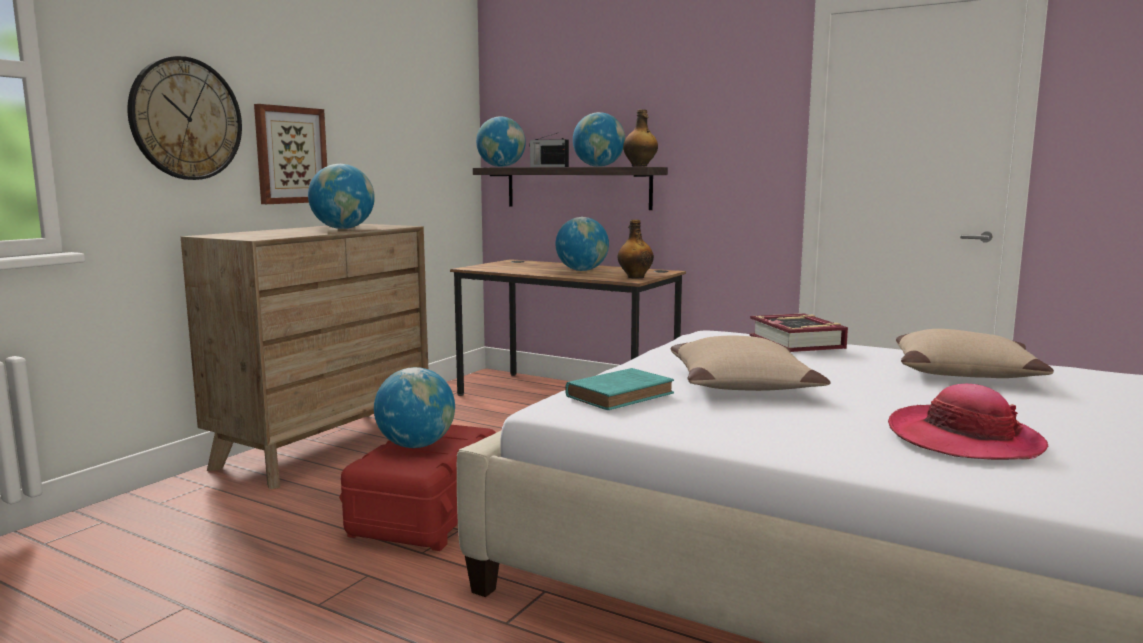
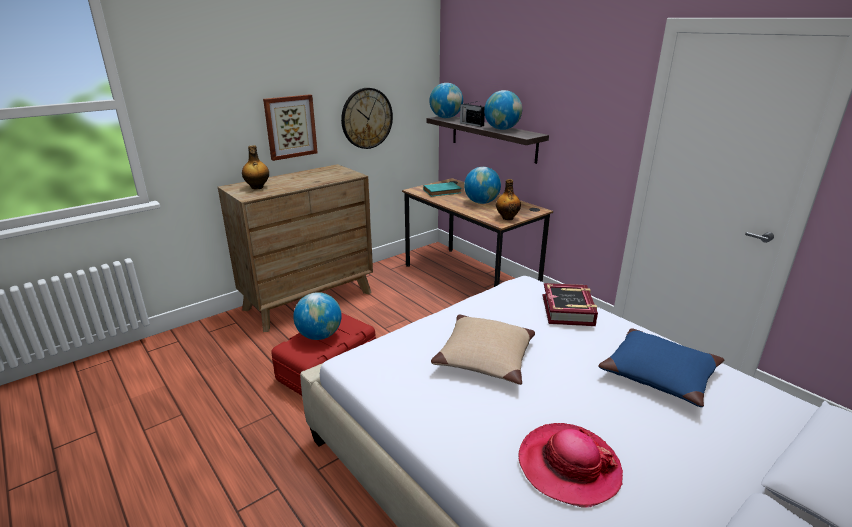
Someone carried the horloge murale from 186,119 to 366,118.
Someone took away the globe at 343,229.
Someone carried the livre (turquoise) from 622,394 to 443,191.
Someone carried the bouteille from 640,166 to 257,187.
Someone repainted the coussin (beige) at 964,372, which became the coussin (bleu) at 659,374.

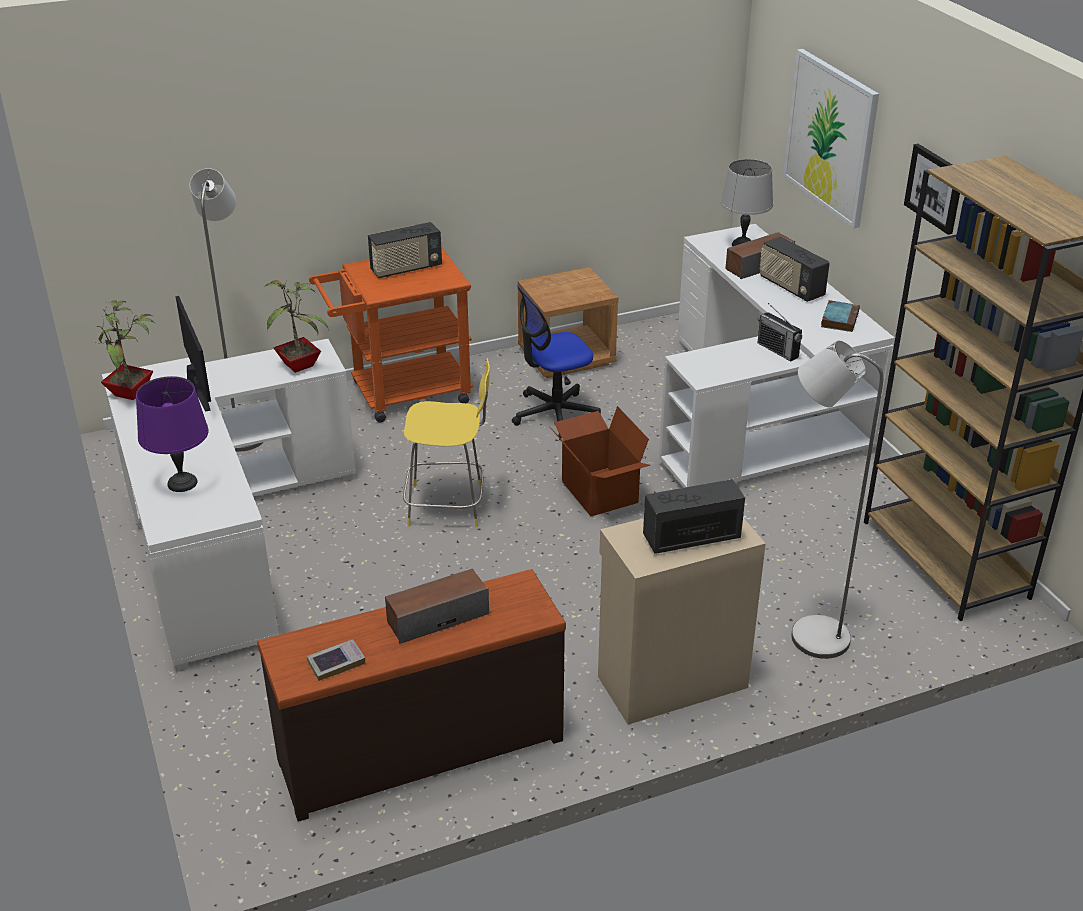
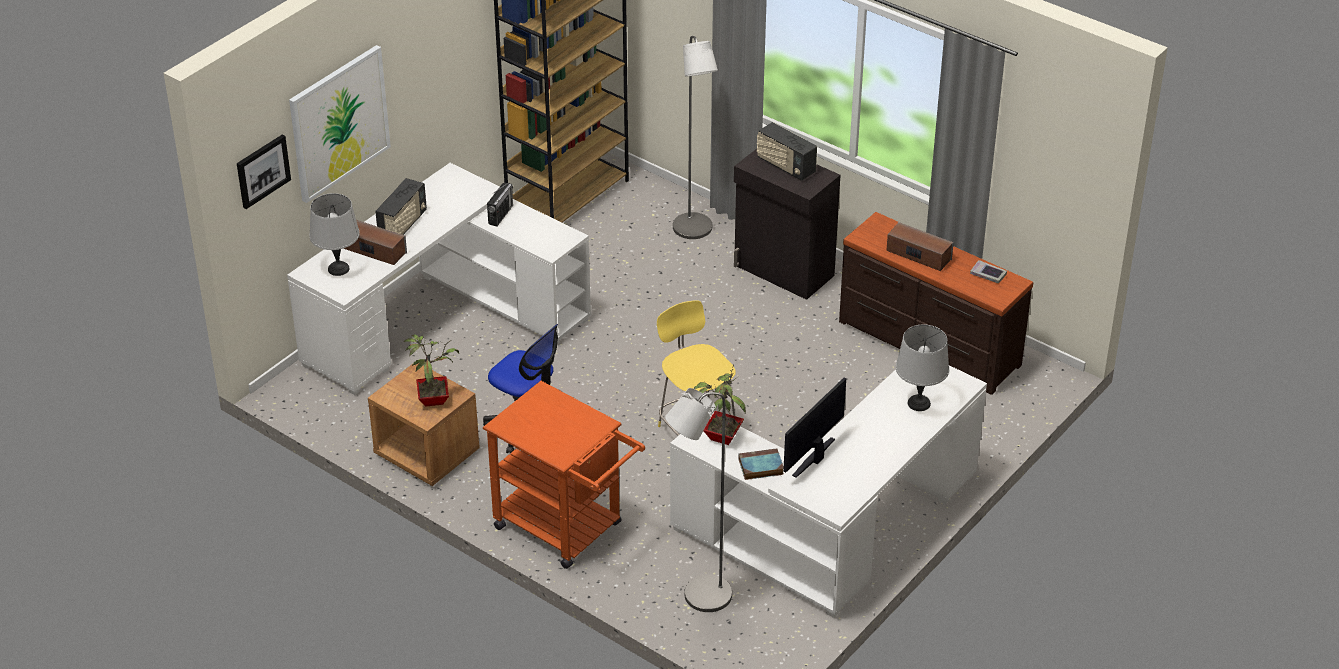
Someone carried the plante en pot from 132,393 to 433,398.
Someone repainted the lampe de table (violet) at 181,483, which became the lampe de table (gris) at 919,403.
Someone took away the radio at 406,269.
Someone took away the carton at 598,492.
Someone repainted the meuble de rangement (beige) at 670,680, which became the meuble de rangement (noir) at 783,271.
Someone carried the livre from 839,319 to 760,467.
Someone carried the tableau from 935,188 to 262,170.

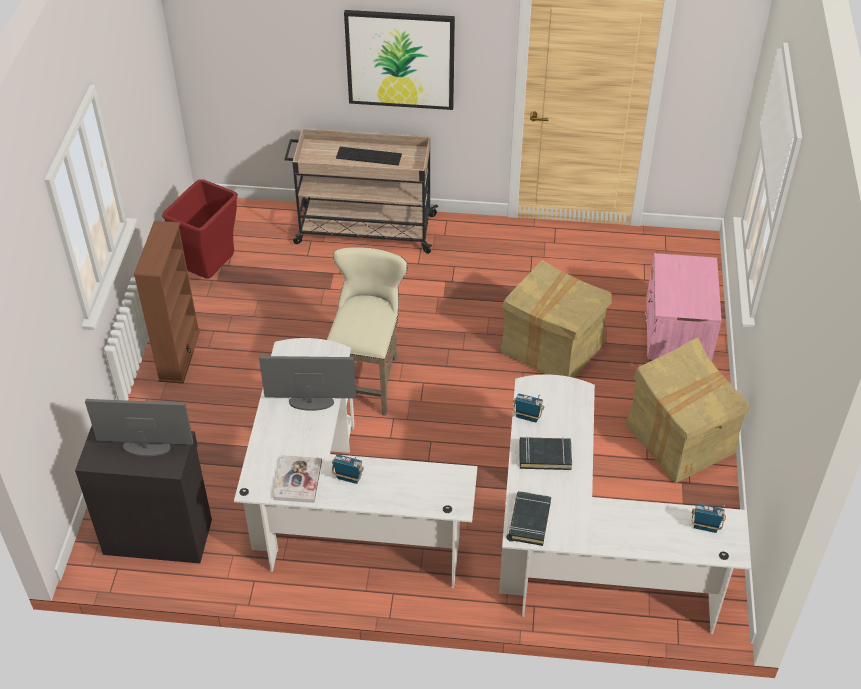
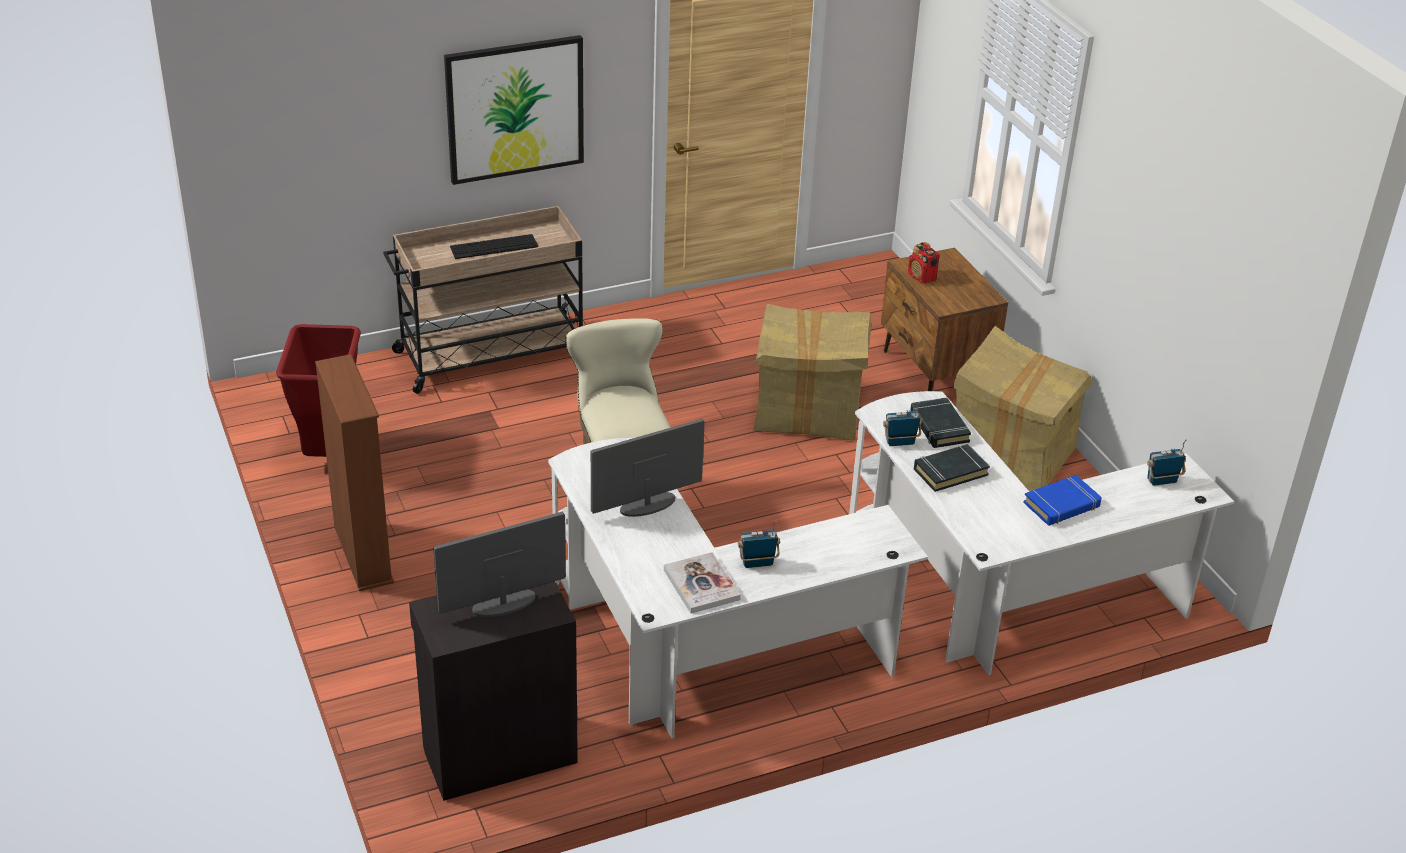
Someone carried the livre (noir) from 529,521 to 938,427.
Someone repainted the table de chevet (rose) at 673,347, which became the table de chevet (marron) at 934,371.
Someone put down the radio at 922,277.
Someone put down the livre (bleu) at 1062,505.

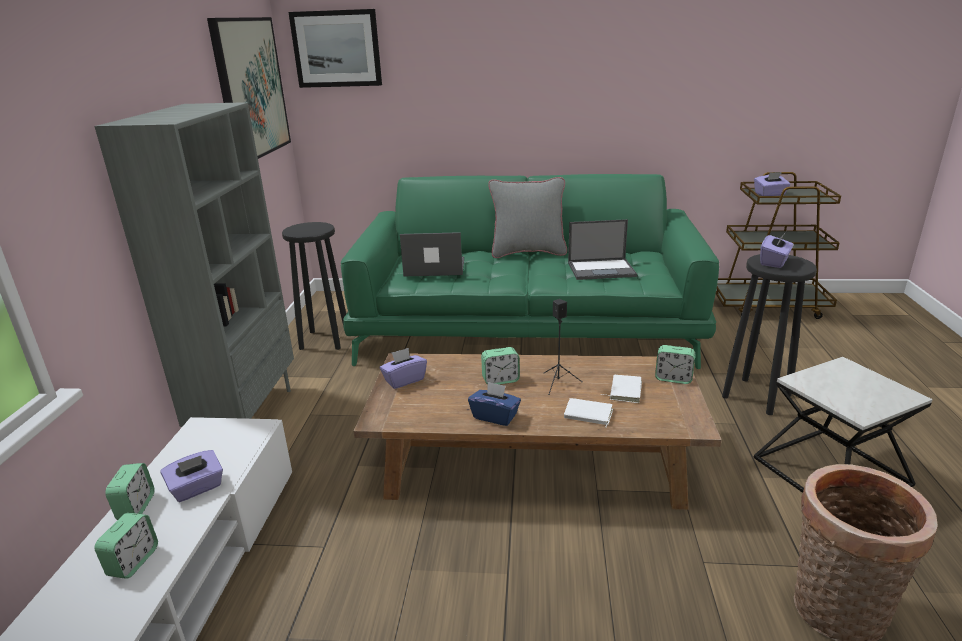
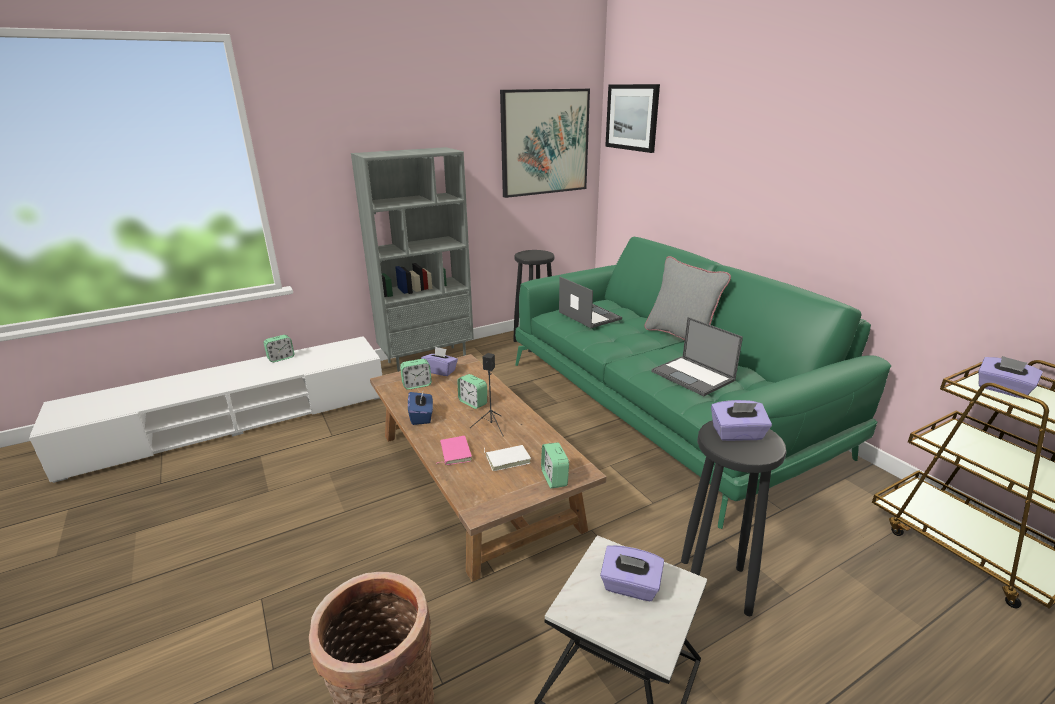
Someone carried the réveil from 133,562 to 417,385.
Someone carried the boîte à mouchoirs (violet) from 197,488 to 630,586.
Someone repainted the livre (blanc) at 588,415, which became the livre (rose) at 454,452.

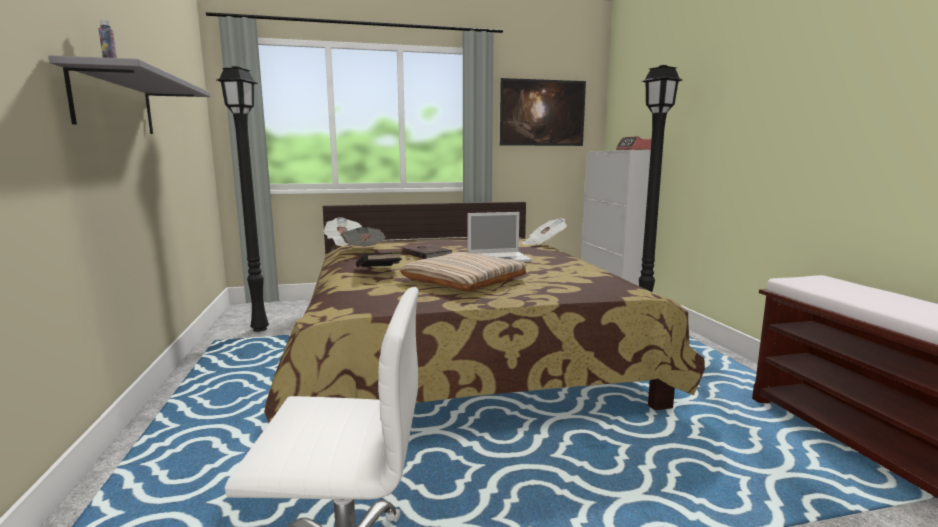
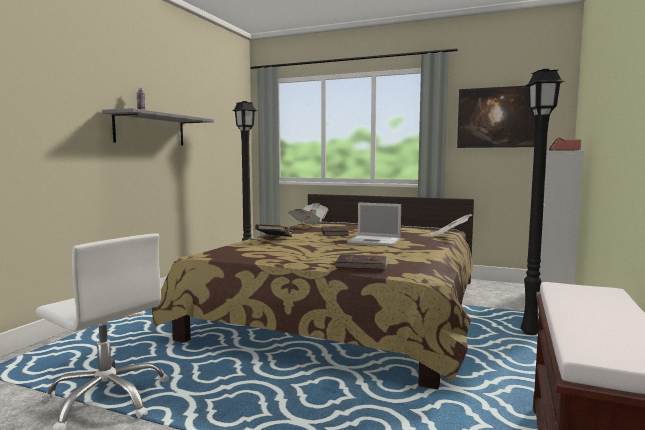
Someone took away the coussin (beige) at 464,280.
Someone put down the livre (marron) at 362,265.

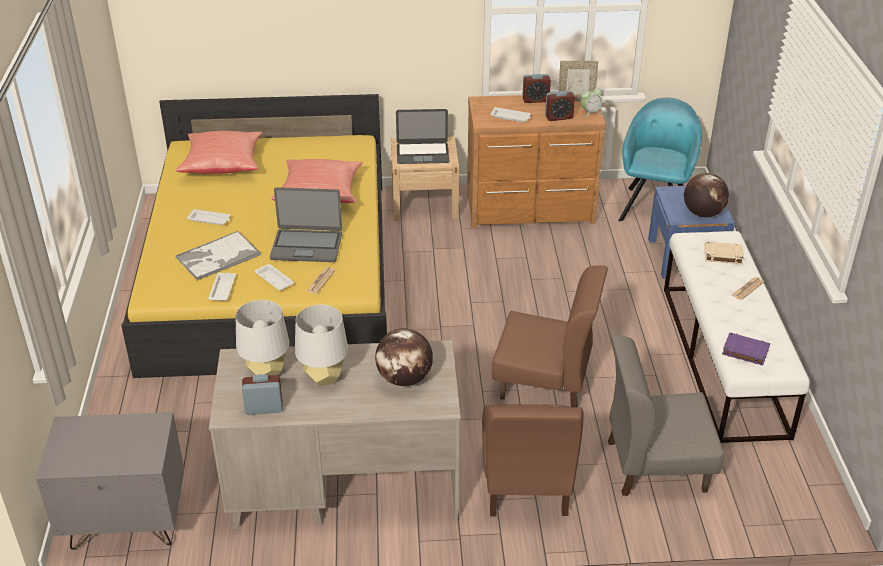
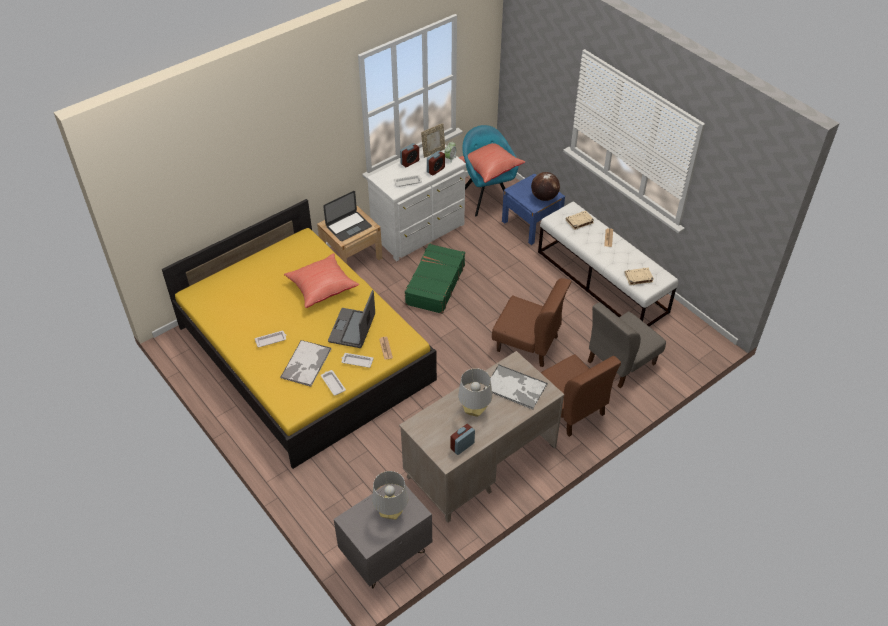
Someone carried the coussin (rouge) from 223,165 to 490,168.
Someone carried the lampe de table (gris) from 266,373 to 391,512.
Someone rotated the ordinateur portable at 306,246 by 135 degrees clockwise.
Someone swapped the globe at 404,379 for the plateau at 516,387.
Someone repainted the commode (marron) at 531,211, which became the commode (blanc) at 420,232.
Someone rotated the chaise (marron) at 544,383 by 45 degrees clockwise.
Someone repainted the livre (violet) at 744,351, which became the livre (beige) at 638,278.
Someone put down the valise (vert) at 434,284.

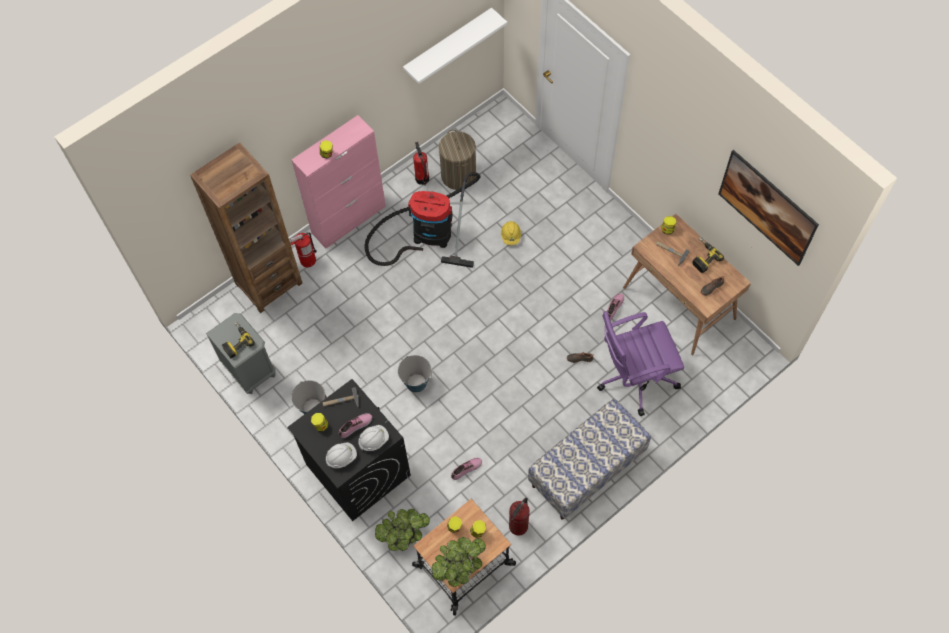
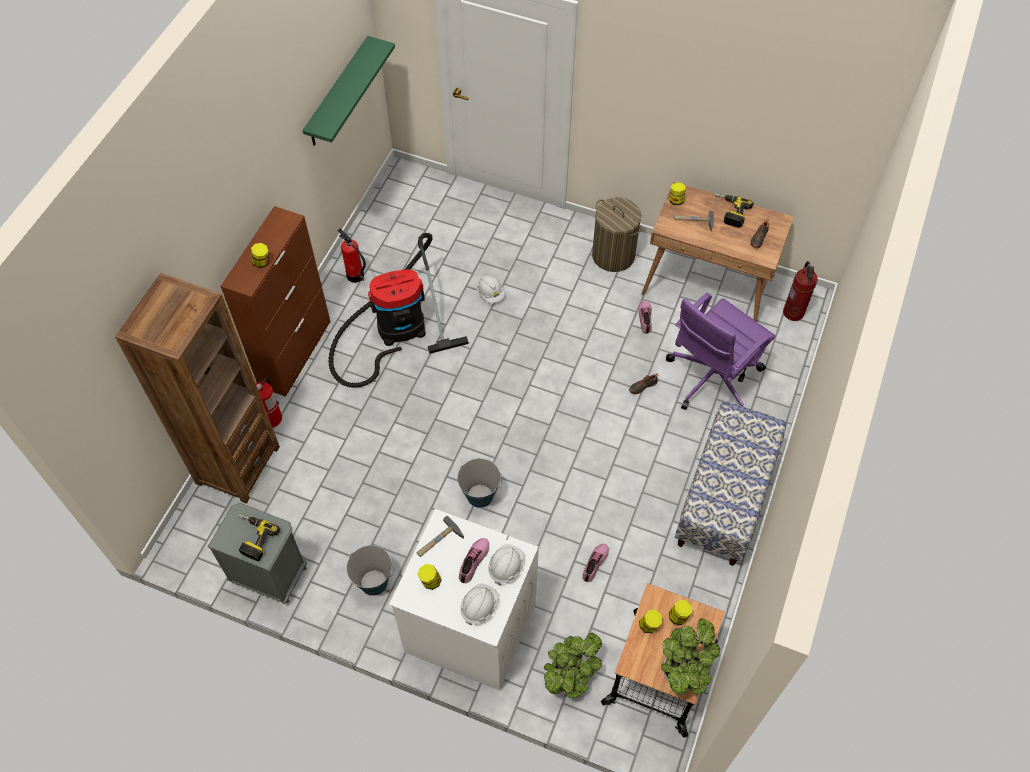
Someone repainted the lave-linge (noir) at 357,469, which became the lave-linge (blanc) at 470,627.
Someone repainted the meuble de rangement (rose) at 349,219, which became the meuble de rangement (marron) at 295,353.
Someone repainted the étagère (blanc) at 448,44, which became the étagère (vert) at 338,93.
Someone carried the panier à linge from 458,175 to 613,255.
Someone repainted the casque de chantier (jaune) at 511,236, which became the casque de chantier (blanc) at 490,294.
Someone carried the extincteur from 518,526 to 793,312.
Someone took away the tableau at 763,218.

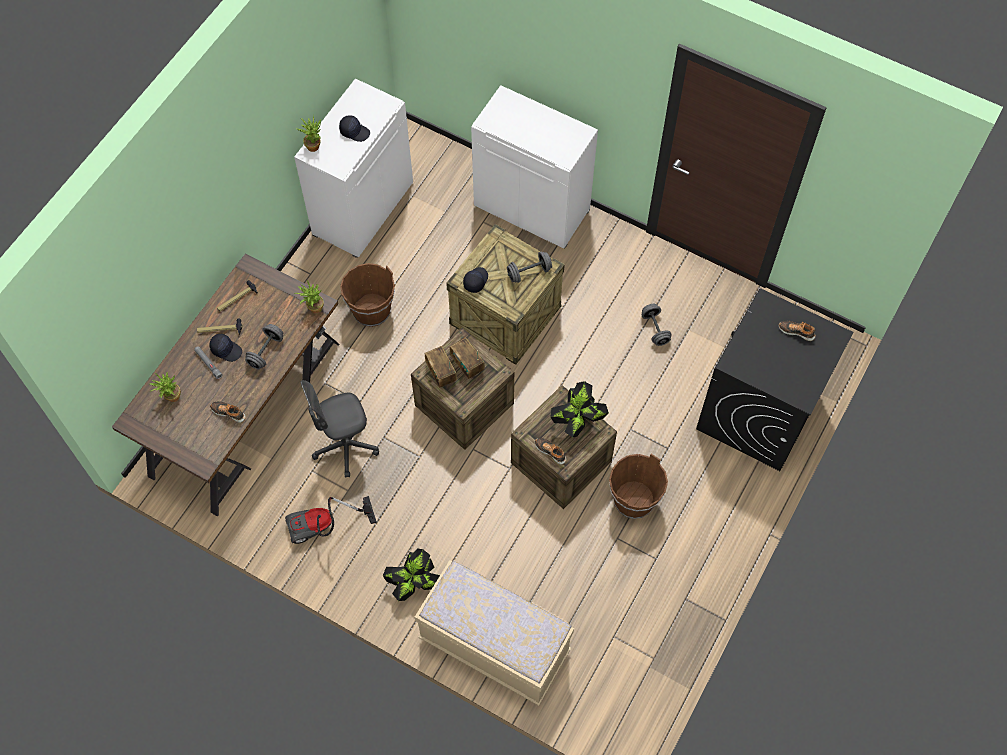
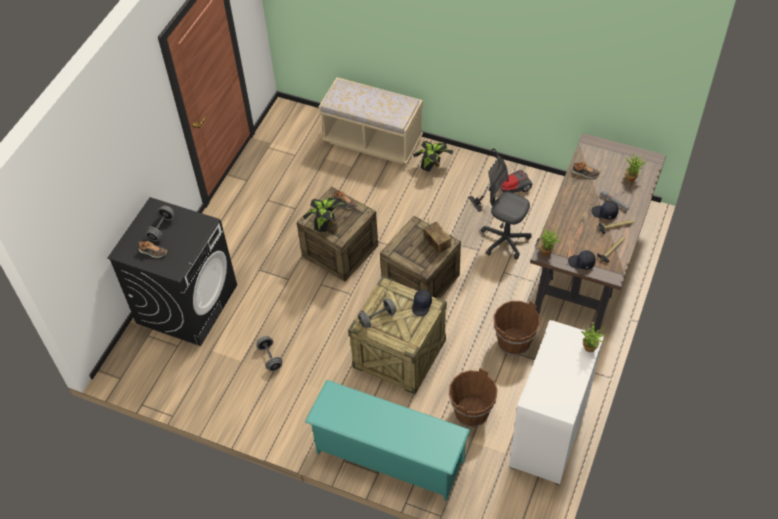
Someone carried the haltère (gris) from 266,351 to 161,229.
Someone rotated the chaise de bureau (gris) at 345,446 by 120 degrees counterclockwise.
Someone carried the casquette (noir) from 355,131 to 581,263.
Someone took away the radio at 467,364.
Someone swapped the meuble de rangement (blanc) at 533,207 for the étagère à chaussures (turquoise) at 389,457.
Someone carried the seau (marron) from 633,500 to 471,413.

